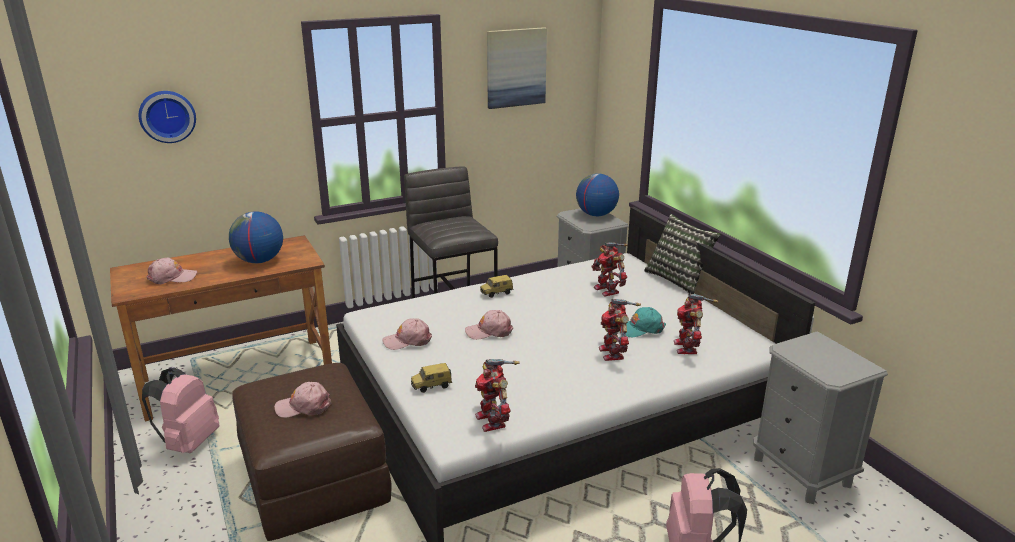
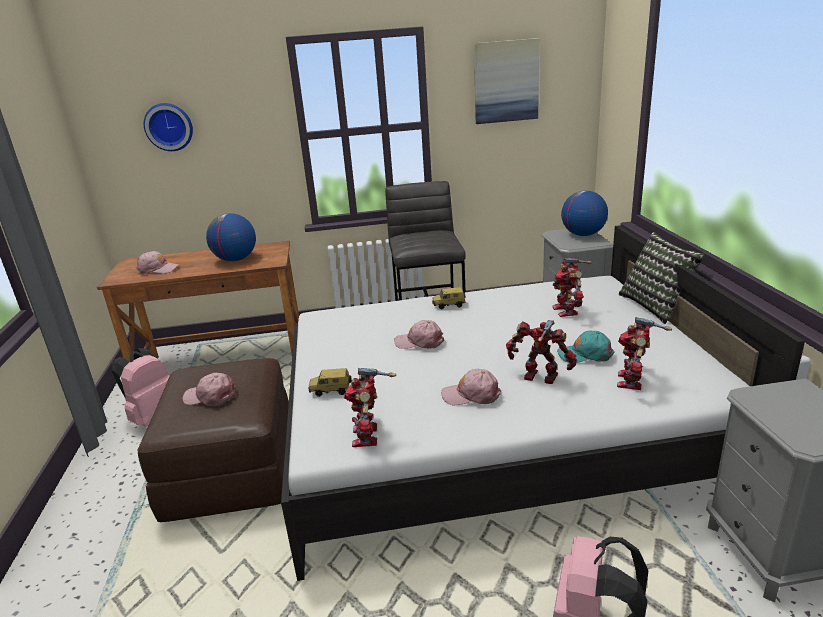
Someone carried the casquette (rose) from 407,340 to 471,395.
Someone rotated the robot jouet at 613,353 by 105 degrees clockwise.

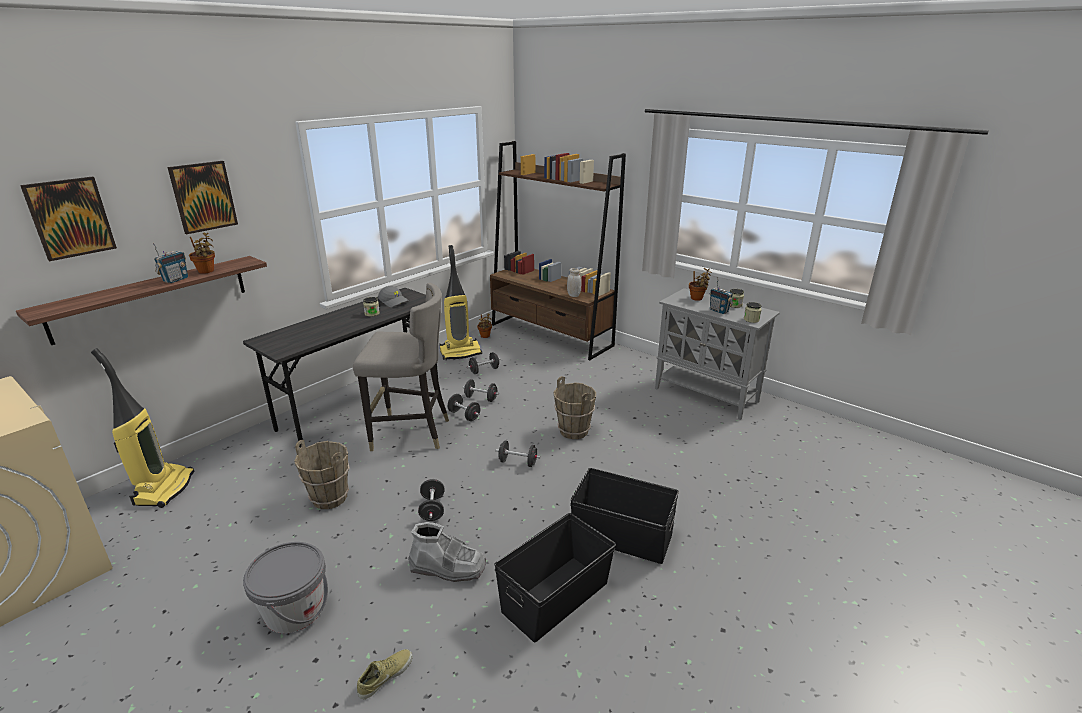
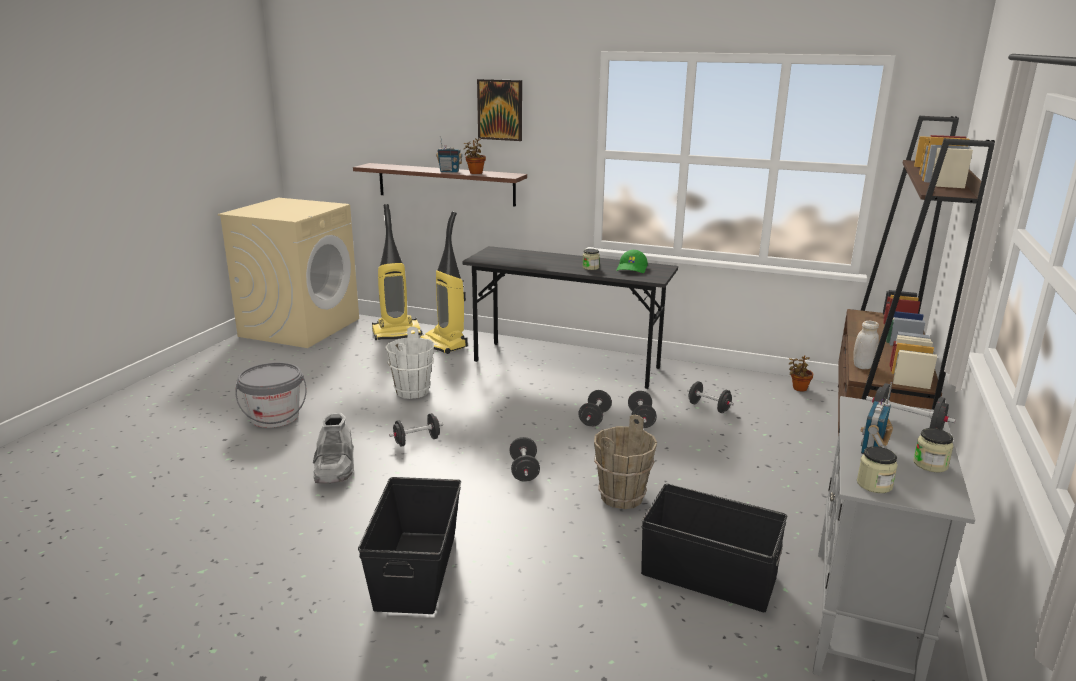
Someone took away the tableau at 70,218.
Someone repainted the seau (marron) at 330,498, which became the seau (blanc) at 413,391.
Someone took away the tabouret (gris) at 411,433.
Someone took away the chaussure (beige) at 385,675.
Someone repainted the casquette (gris) at 394,301, which became the casquette (vert) at 632,269.
Someone carried the aspirateur from 460,352 to 444,344.
Someone carried the boîte de rangement (noir) from 556,597 to 709,576.
Someone swapped the plante en pot at 697,299 for the haltère (noir) at 905,426.

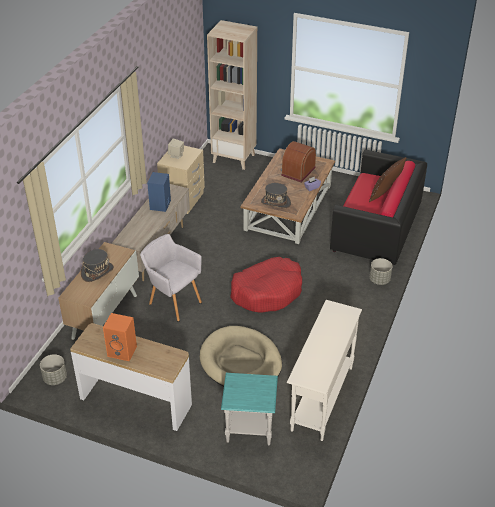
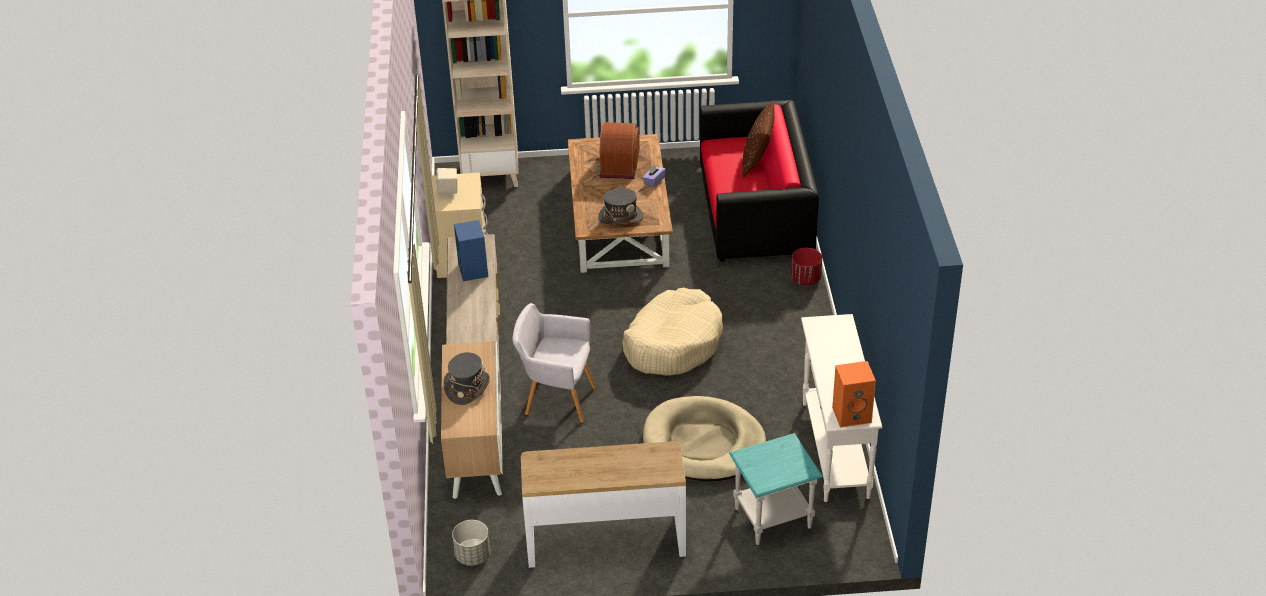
Someone carried the enceinte (orange) from 123,351 to 852,414.
Someone repainted the panier pour chien (rouge) at 267,292, which became the panier pour chien (beige) at 673,343.
Someone repainted the cache-pot (gris) at 379,280, which became the cache-pot (rouge) at 806,279.

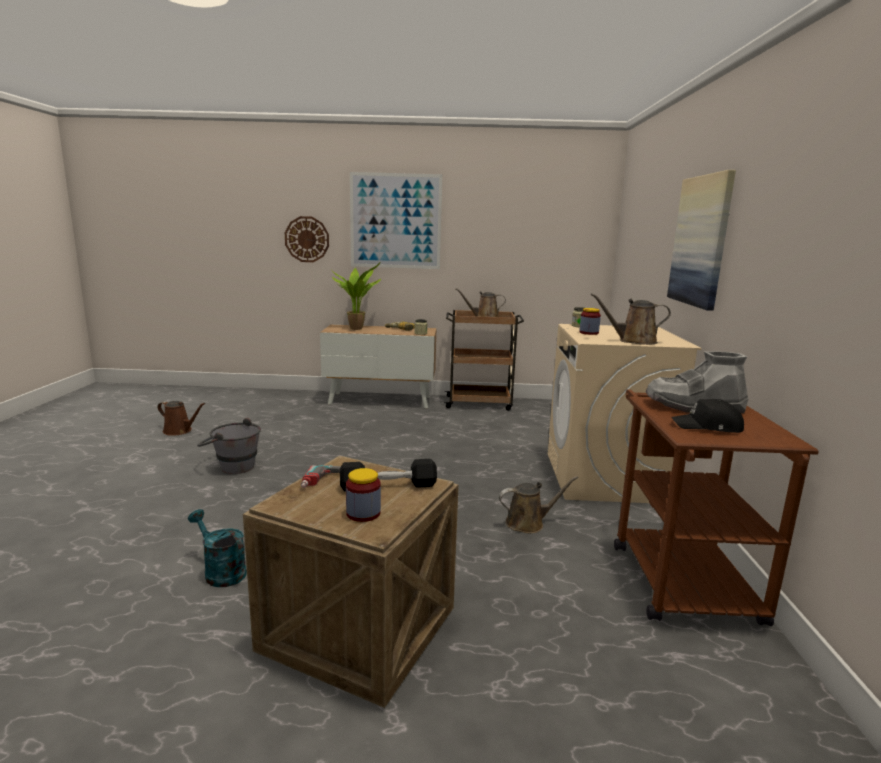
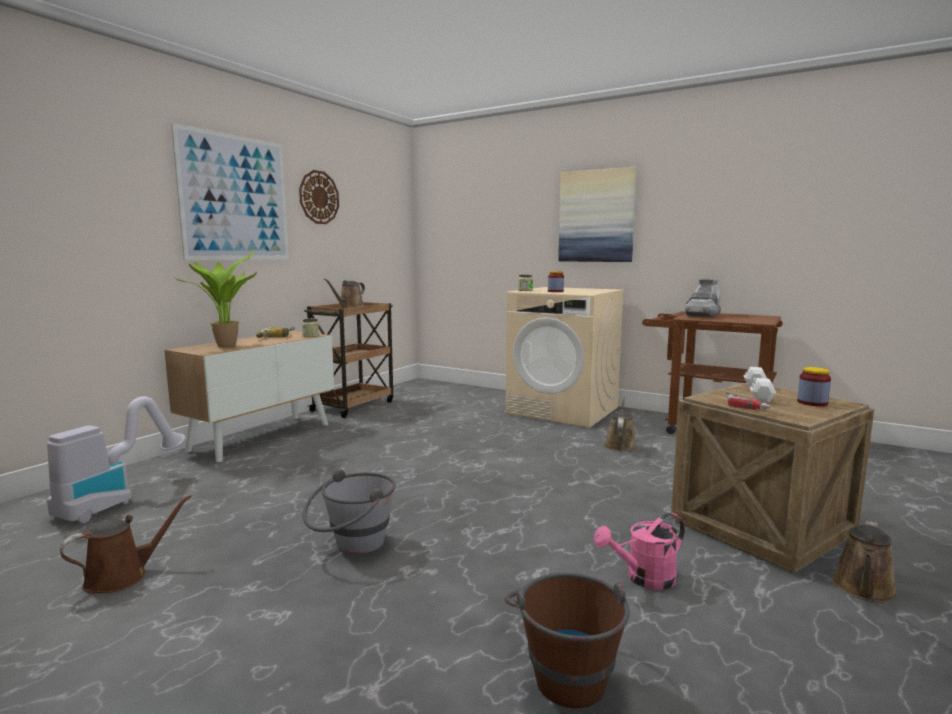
Someone repainted the arrosoir (turquoise) at 221,571, which became the arrosoir (rose) at 643,579.
Someone carried the horloge murale from 307,239 to 319,197.
Someone repainted the haltère (noir) at 388,486, which became the haltère (blanc) at 757,393.
Someone carried the arrosoir (marron) from 633,341 to 864,590.
Someone took away the casquette (noir) at 708,427.
Someone put down the aspirateur at 116,500.
Someone put down the seau (marron) at 564,670.

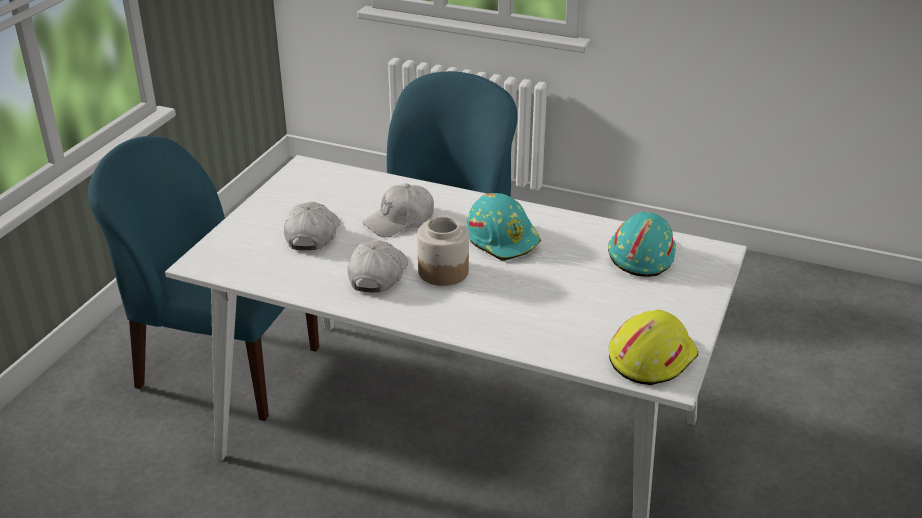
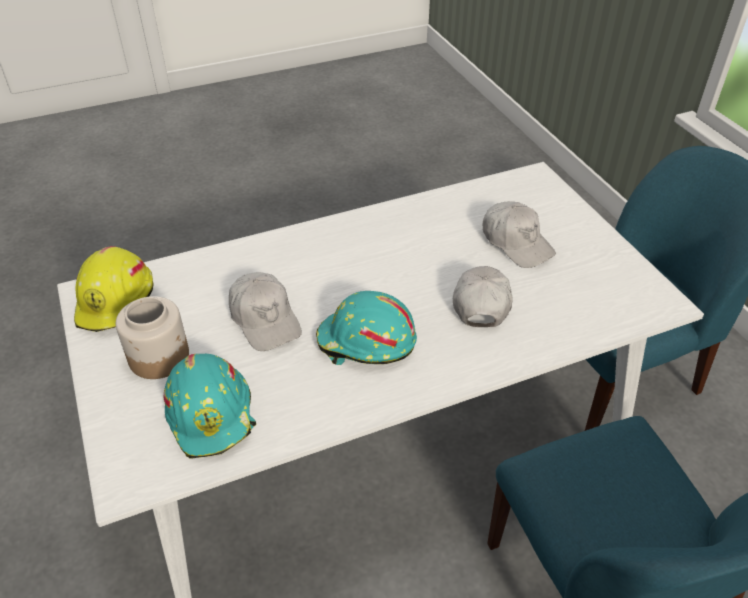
Someone carried the casquette (blanc) from 378,274 to 265,319.
Someone carried the bocal from 442,271 to 160,356.

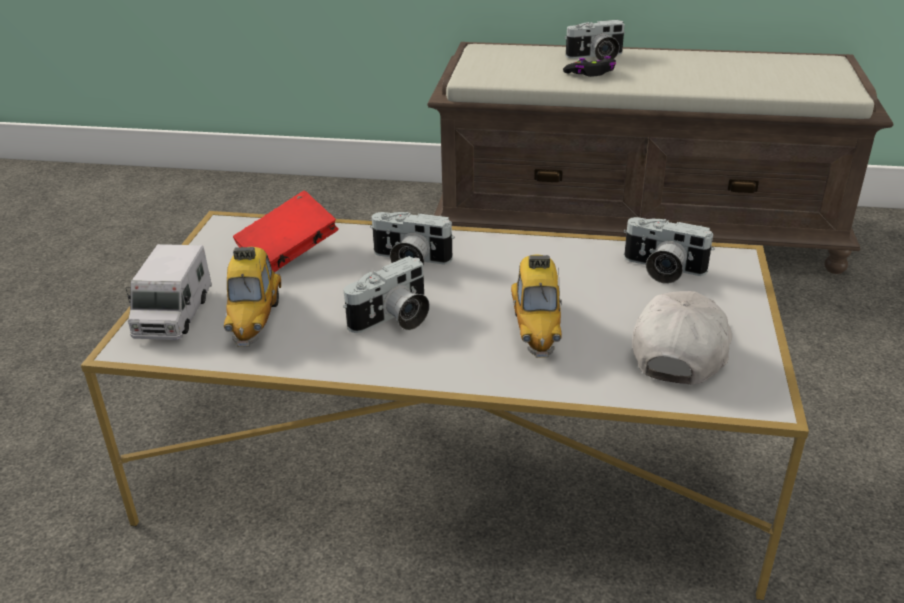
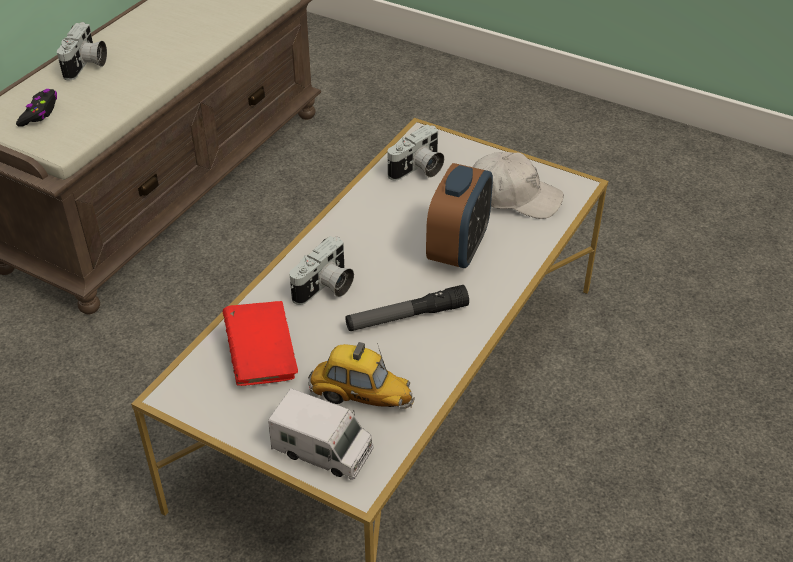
Someone swapped the appareil photo at 393,320 for the lampe de poche at 407,317.
Someone swapped the petite voiture at 536,329 for the réveil at 458,249.
Someone carried the manette (noir) from 591,73 to 39,113.
Someone rotated the casquette (blanc) at 681,350 by 150 degrees clockwise.

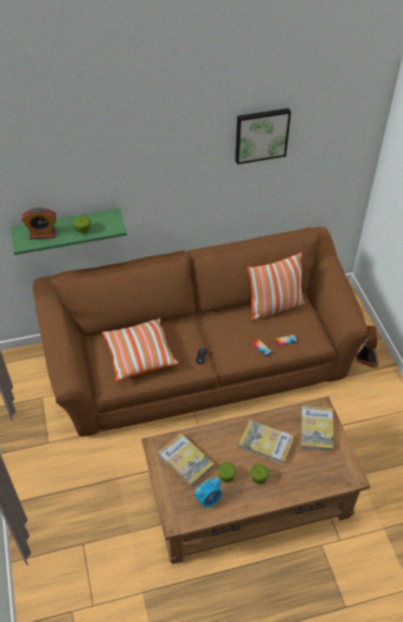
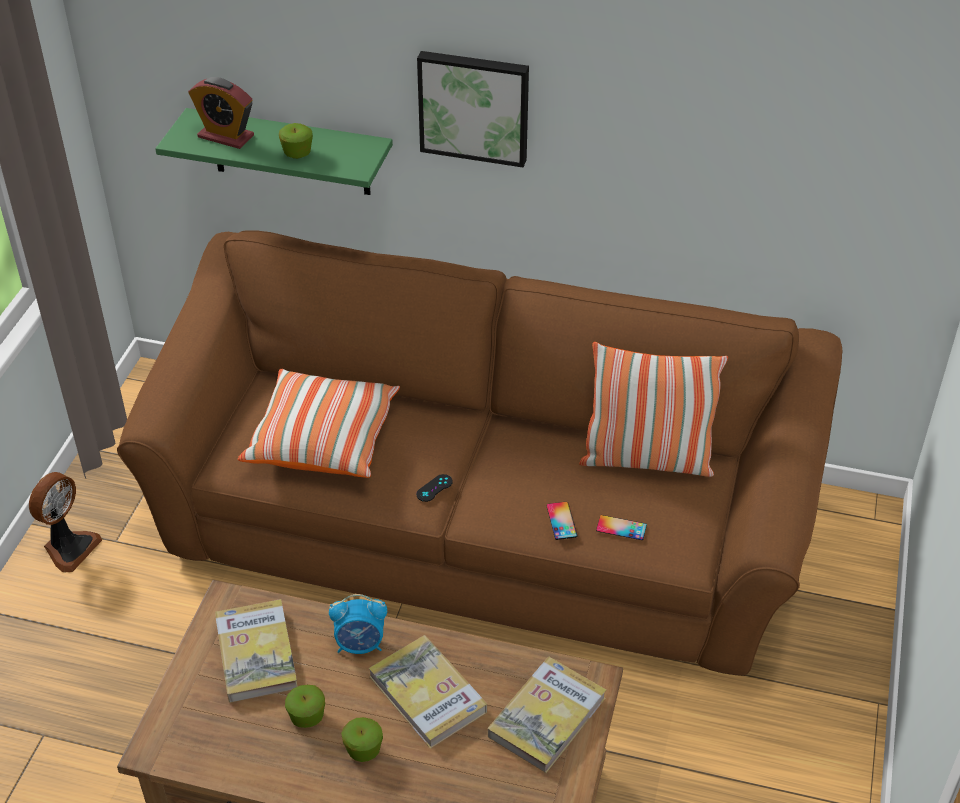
Someone carried the réveil from 209,500 to 360,644.
Someone carried the tableau from 261,134 to 474,106.
Someone carried the ventilateur from 366,357 to 69,547.

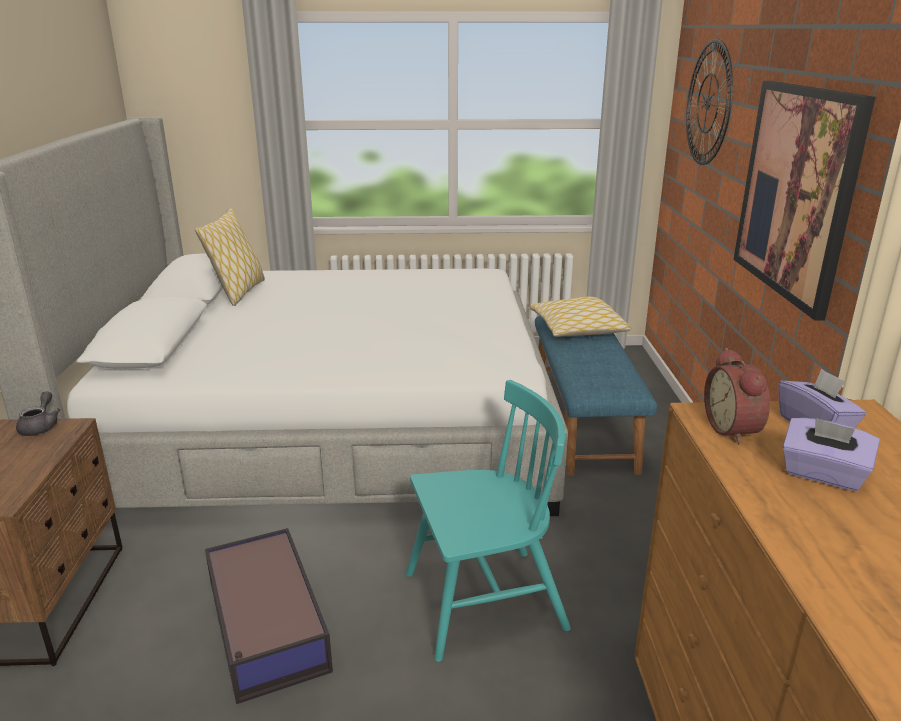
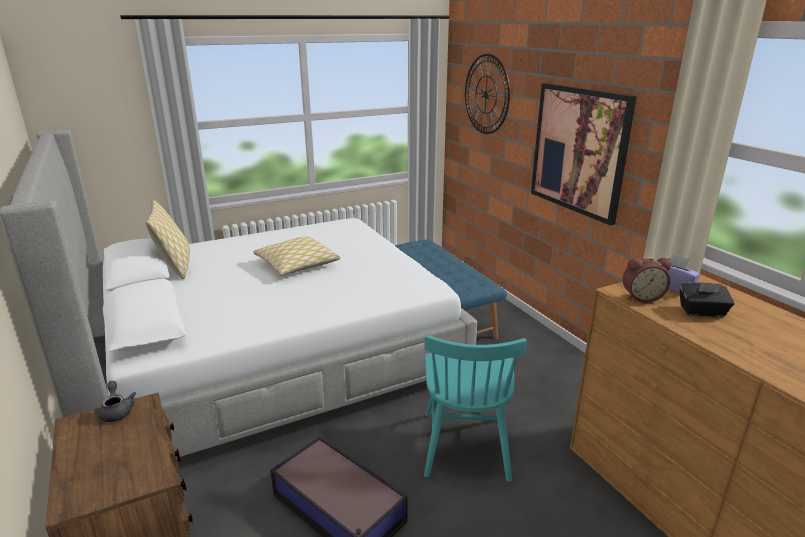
Someone rotated the chaise (turquoise) at 483,602 by 135 degrees clockwise.
Someone carried the coussin from 578,329 to 297,265.
Someone rotated the réveil at 734,429 by 60 degrees counterclockwise.
Someone repainted the boîte à mouchoirs (violet) at 822,475, which became the boîte à mouchoirs (noir) at 702,311.

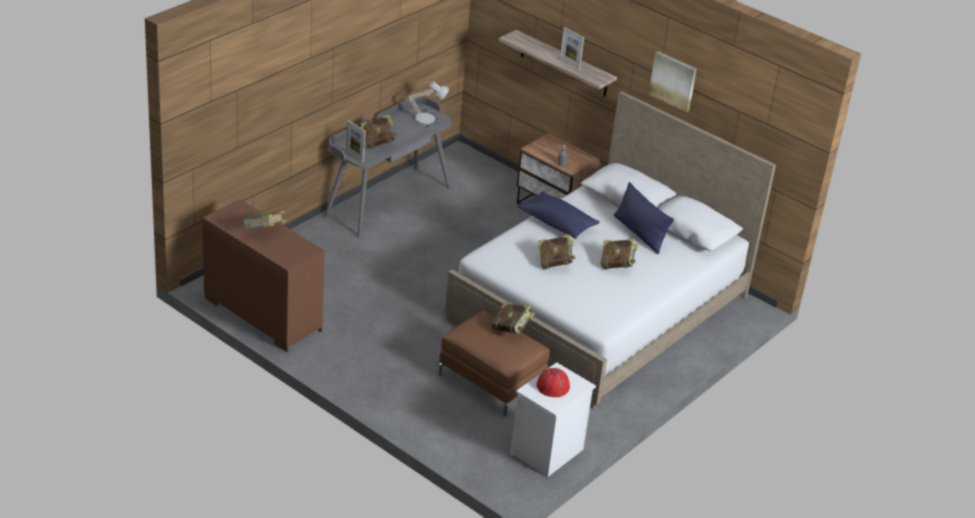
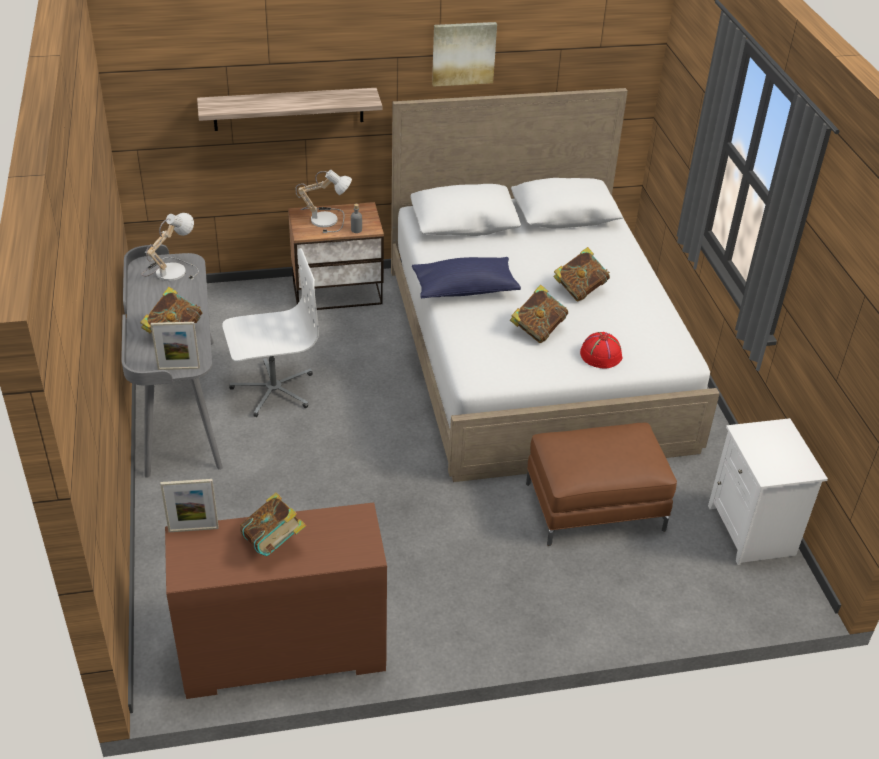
Someone took away the livre at 511,330.
Someone carried the chapeau (rouge) from 553,386 to 600,355.
Someone carried the cadre photo from 569,64 to 193,529.
Someone took away the coussin (bleu) at 639,233.
Someone put down the chaise de bureau (blanc) at 273,389.
Someone put down the lampe de table at 326,218.

